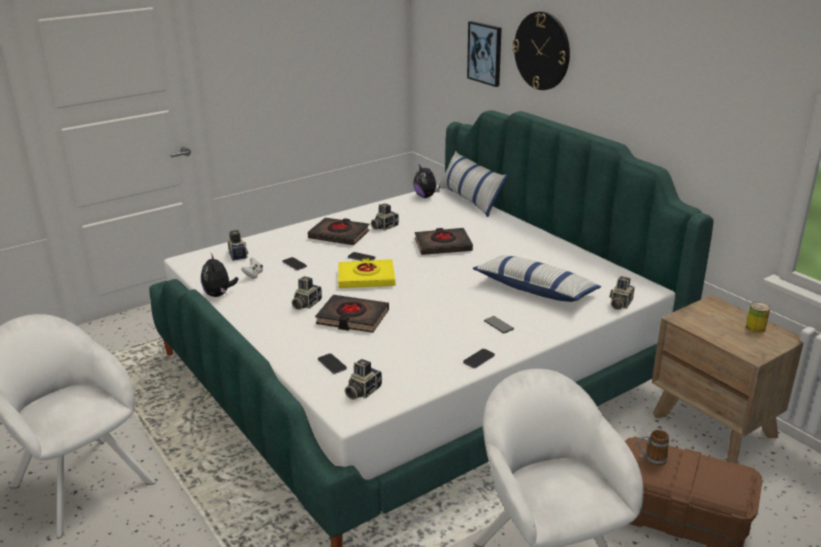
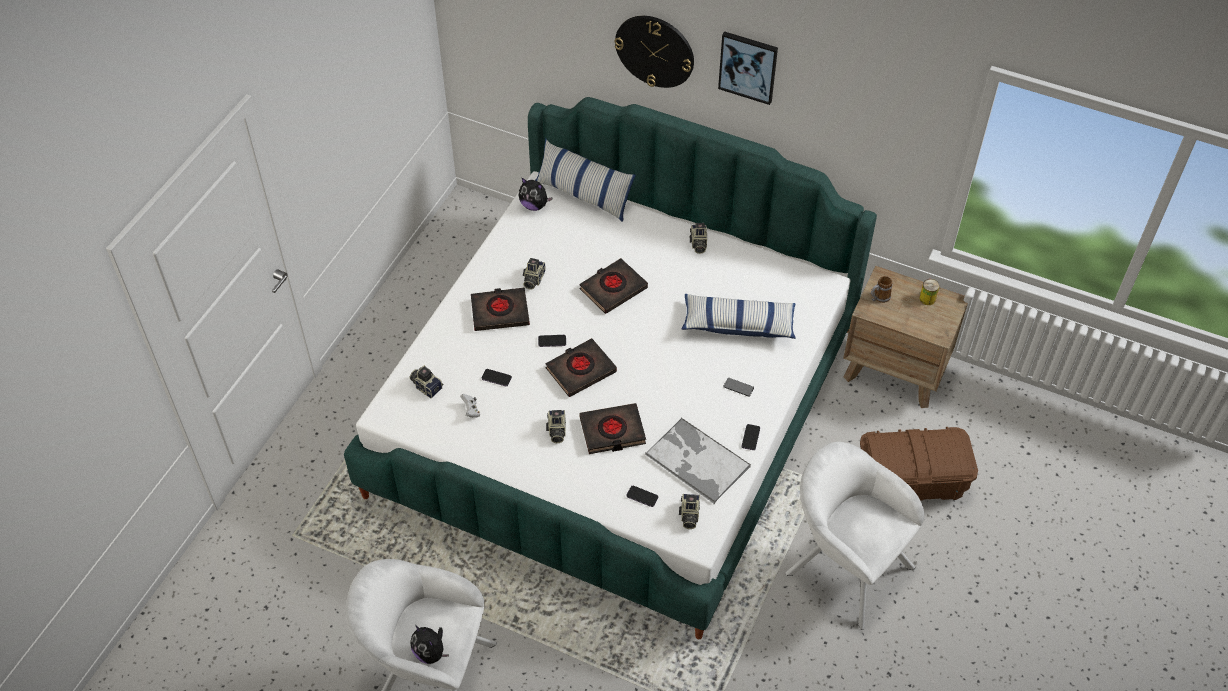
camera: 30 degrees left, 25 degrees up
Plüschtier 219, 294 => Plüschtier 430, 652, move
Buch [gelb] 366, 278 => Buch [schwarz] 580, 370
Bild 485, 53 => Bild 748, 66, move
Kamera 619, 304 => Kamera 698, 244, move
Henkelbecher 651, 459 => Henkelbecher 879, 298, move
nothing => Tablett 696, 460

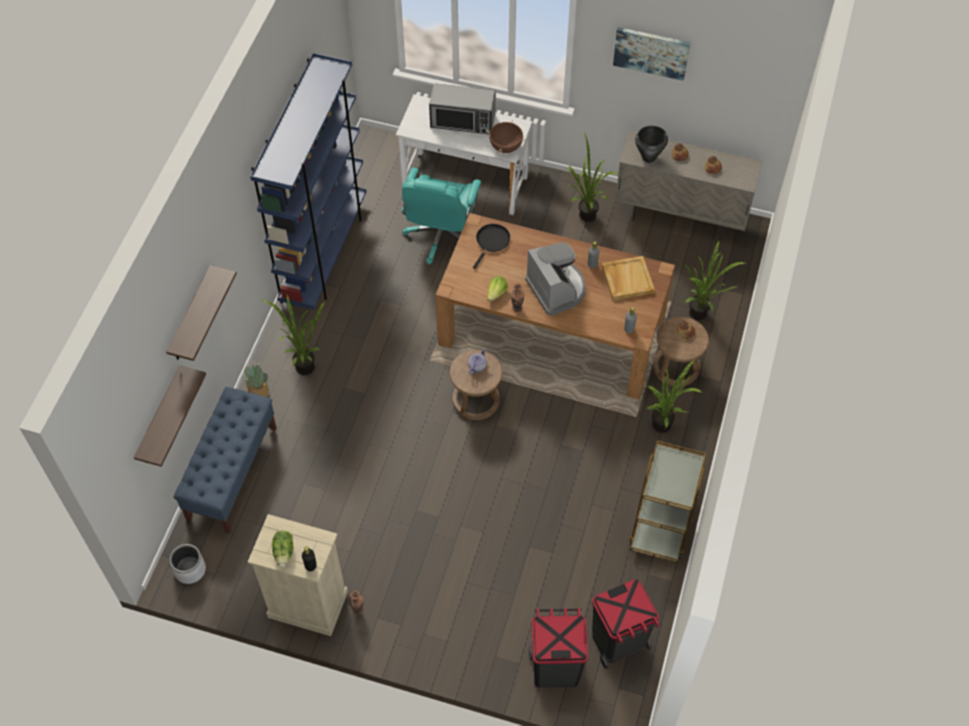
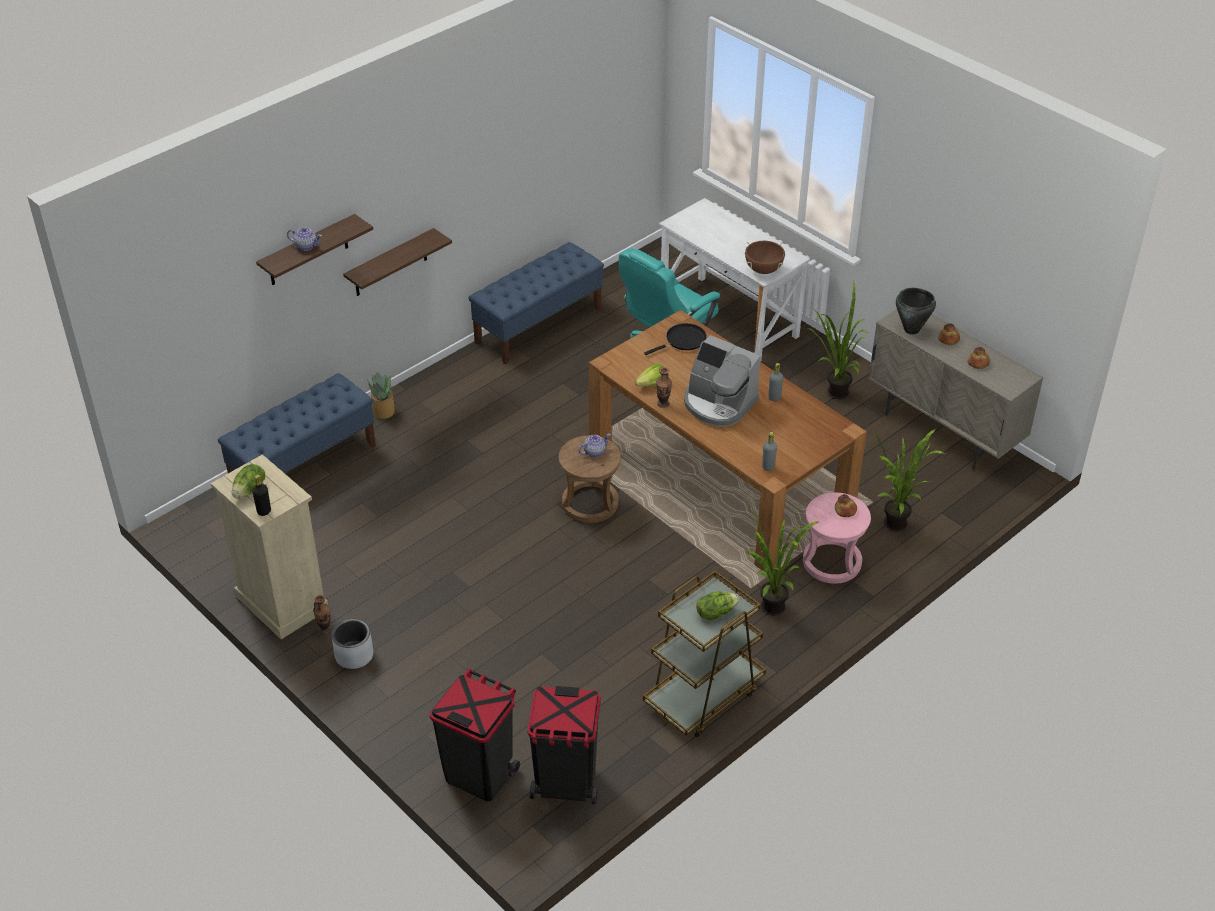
camera: 30 degrees right, 15 degrees down
Wandregal 160, 418 => Wandregal 390, 263, move
Pflanzkübel [grau] 190, 570 => Pflanzkübel [grau] 354, 655, move
Bücherregal [blau] 324, 254 => Bank [blau] 538, 325
Topfpflanze 302, 365 => nothing
Mikrowelle 463, 121 => nothing
Kaffeemaschine 557, 289 => Kaffeemaschine 718, 404, 120 degrees clockwise
Tablett [beige] 627, 279 => nothing
Bild 651, 52 => nothing
Hocker [braun] 676, 367 => Hocker [rosa] 832, 562
nothing => Teekanne 306, 246
nothing => Salatkopf 715, 613

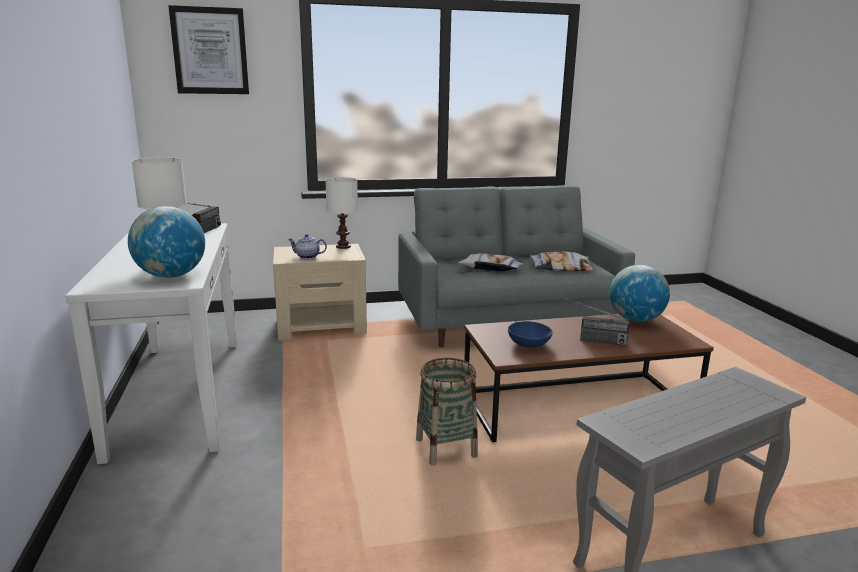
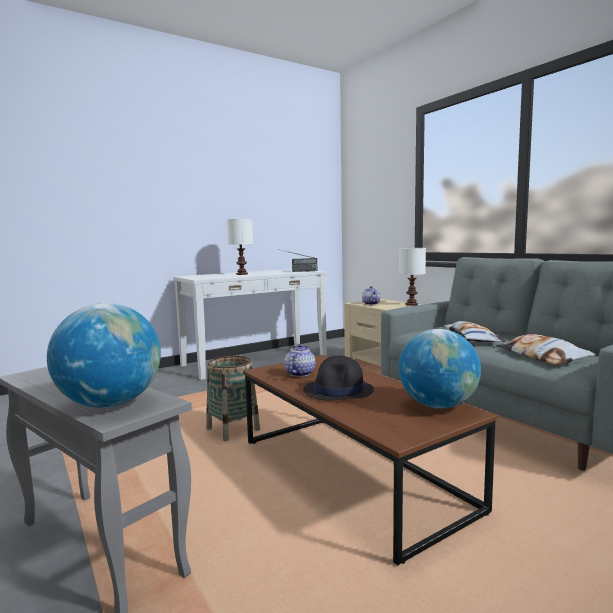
camera: 70 degrees right, 10 degrees down
Globus 171, 276 => Globus 110, 404, move
Bild 210, 51 => nothing
Schüssel [blau] 529, 344 => Teekanne 299, 373
Radio 590, 340 => Hut [schwarz] 338, 391

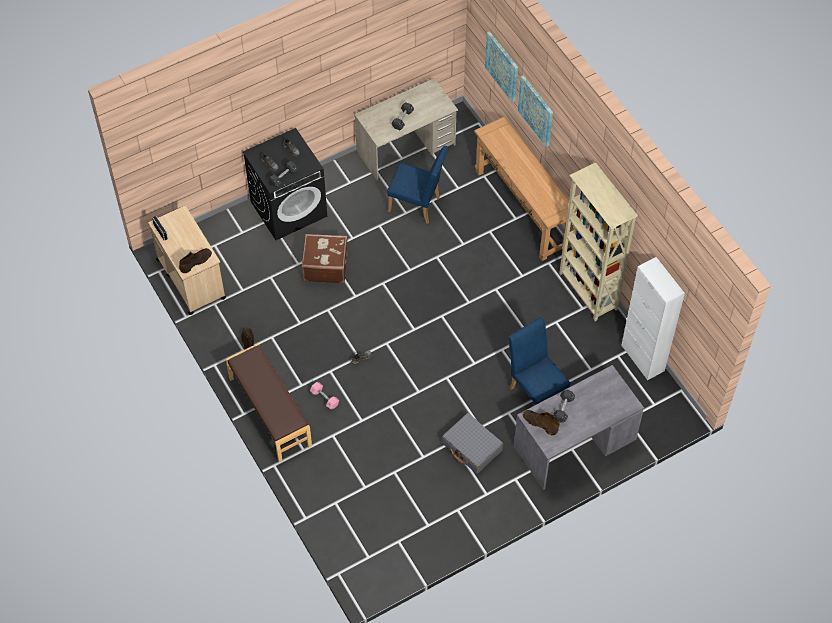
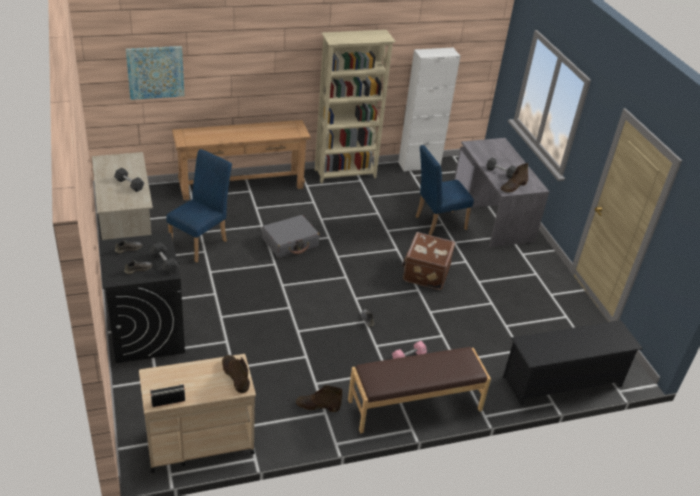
camera: 80 degrees left, 20 degrees down
Koffer [braun] 325, 266 => Koffer [braun] 425, 273, move
Koffer [grau] 472, 447 => Koffer [grau] 290, 243, move
Bild 536, 110 => nothing
nothing => Schuhregal [schwarz] 563, 381

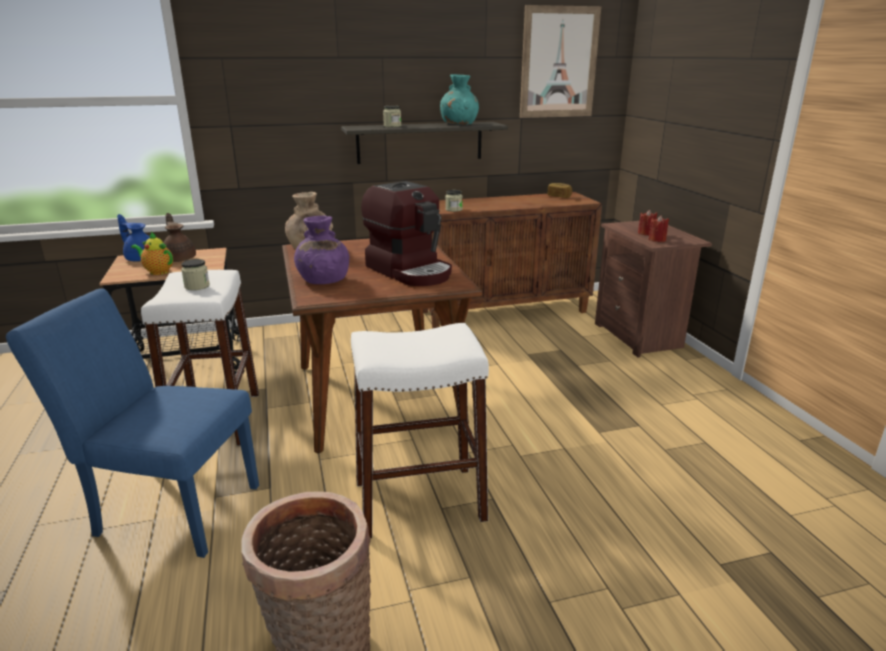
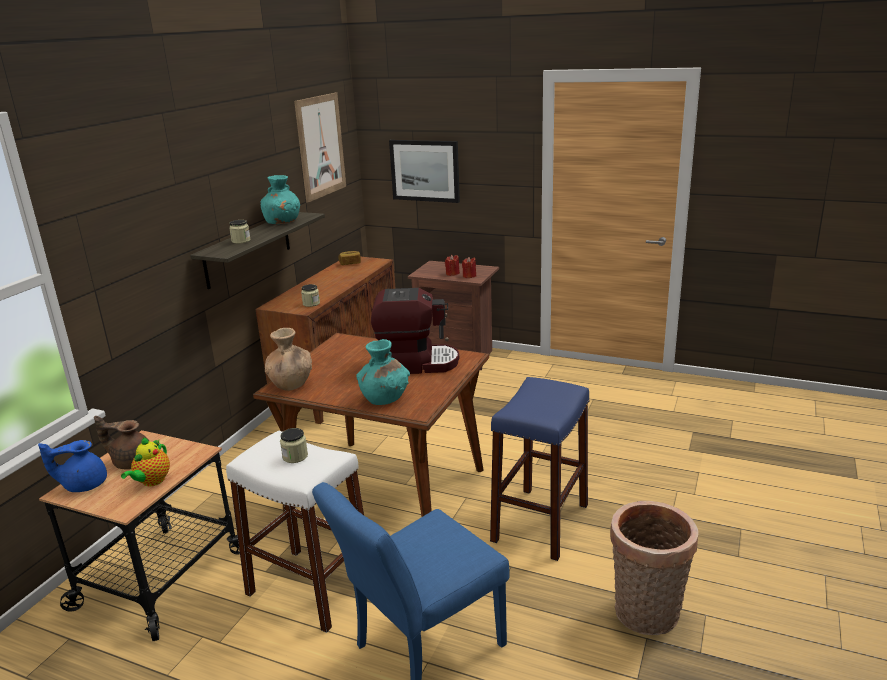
camera: 50 degrees left, 0 degrees up
Teekanne 157, 271 => Teekanne 152, 481, 45 degrees counterclockwise
Vase [lila] 323, 280 => Vase [türkis] 384, 398
Hocker [weiß] 419, 500 => Hocker [blau] 540, 522
nothing => Bild 425, 170

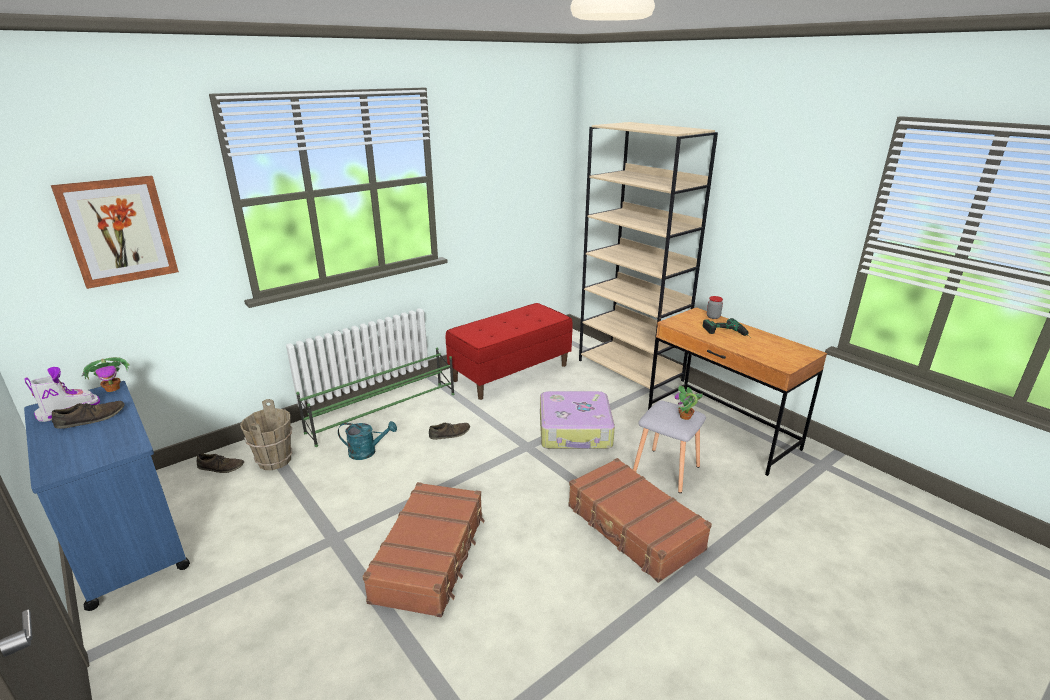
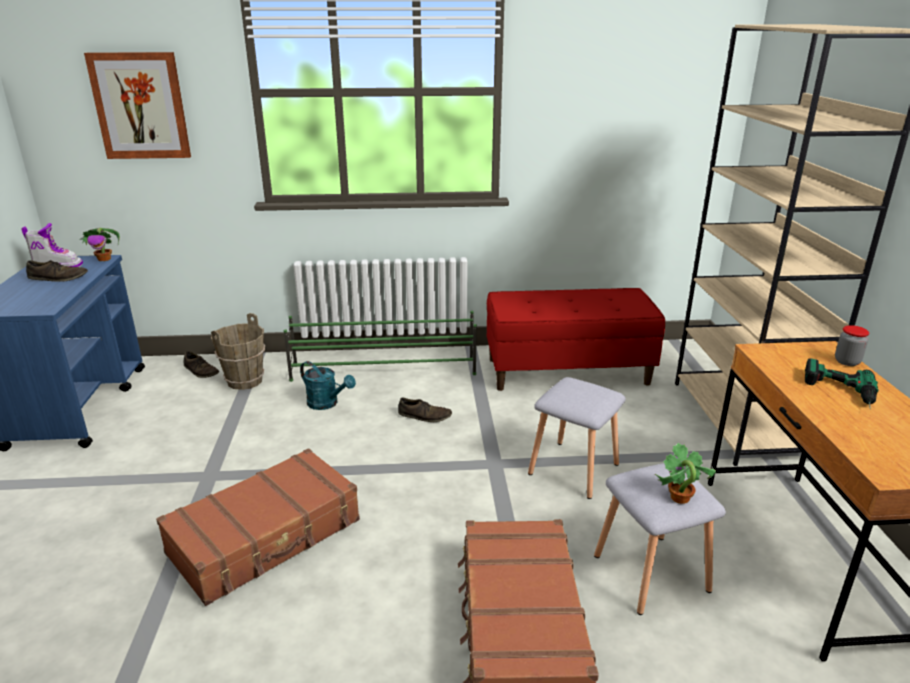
camera: 35 degrees right, 0 degrees up
Koffer 575, 431 => Hocker [grau] 575, 469

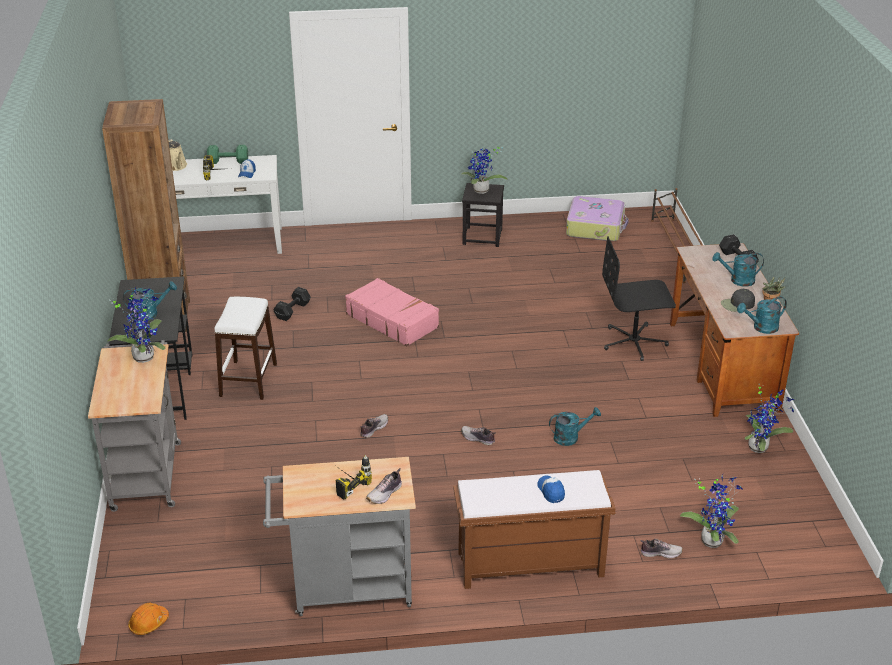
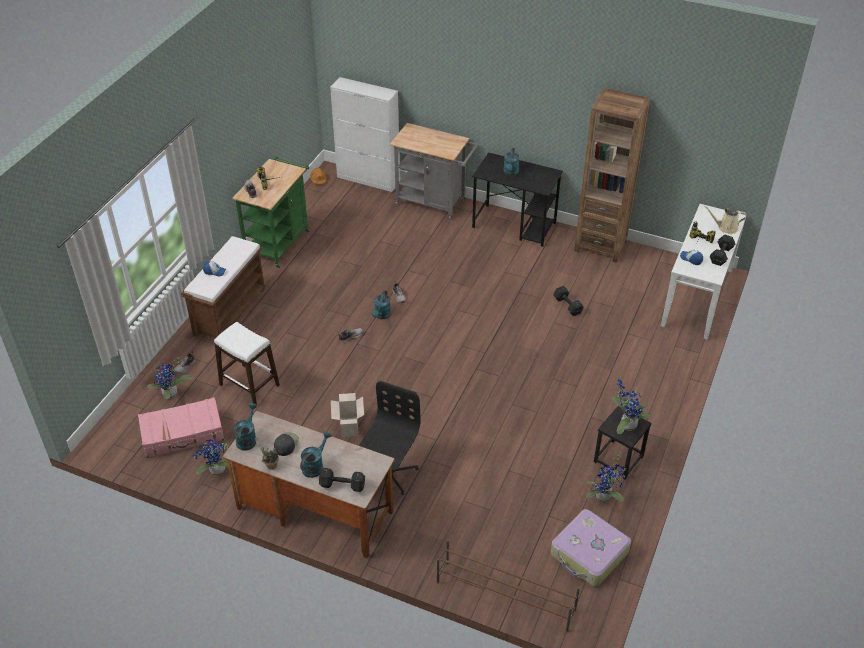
camera: 120 degrees right, 10 degrees up
Topfpflanze 144, 356 => Topfpflanze 604, 497, move
Hantel [grün] 229, 161 => Hantel [schwarz] 720, 256
Hocker [weiß] 249, 380 => Hocker [weiß] 249, 385, move
Rollwagen [grau] 344, 589 => Rollwagen [grün] 279, 241
Koffer [rosa] 392, 320 => Koffer [rosa] 183, 434, move
Gießkanne [türkis] 570, 437 => Gießkanne [türkis] 381, 316, move
nothing => Schrank [weiß] 368, 179
nothing => Karton 348, 426

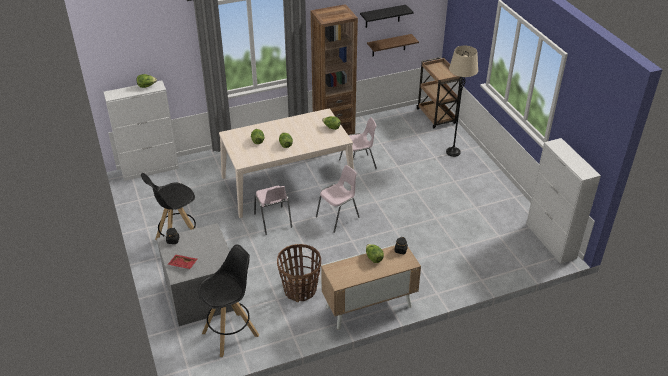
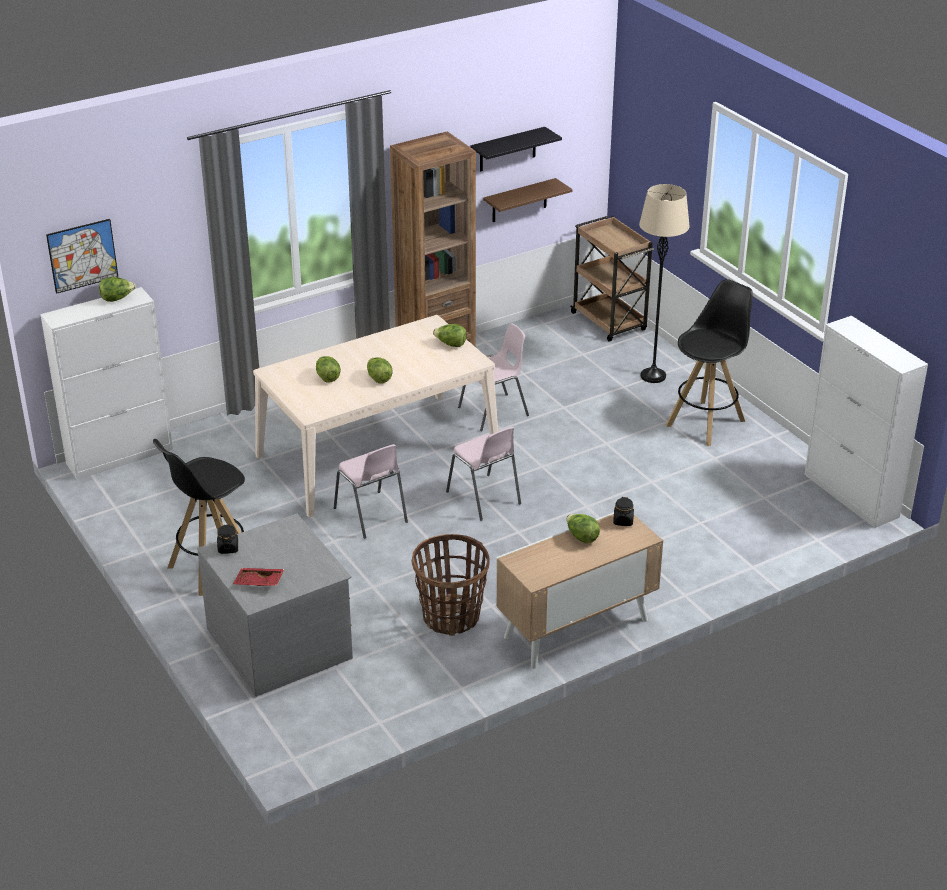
camera: 10 degrees left, 5 degrees down
Hocker [schwarz] 231, 334 => Hocker [schwarz] 706, 422, move
Stuhl [rosa] 338, 217 => Stuhl [rosa] 484, 498, 105 degrees clockwise
nothing => Bild 82, 255

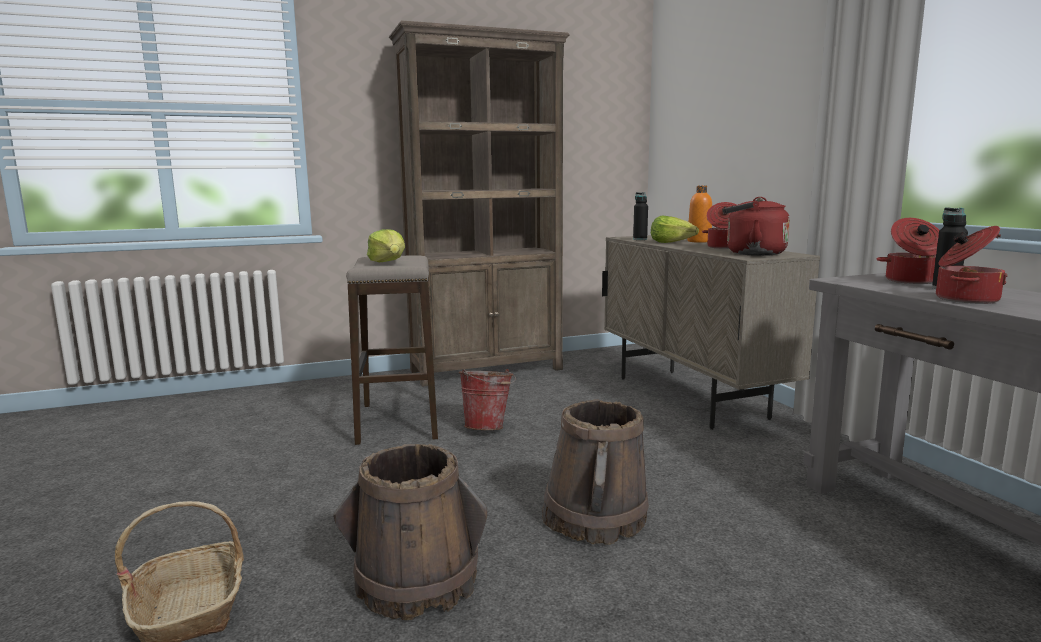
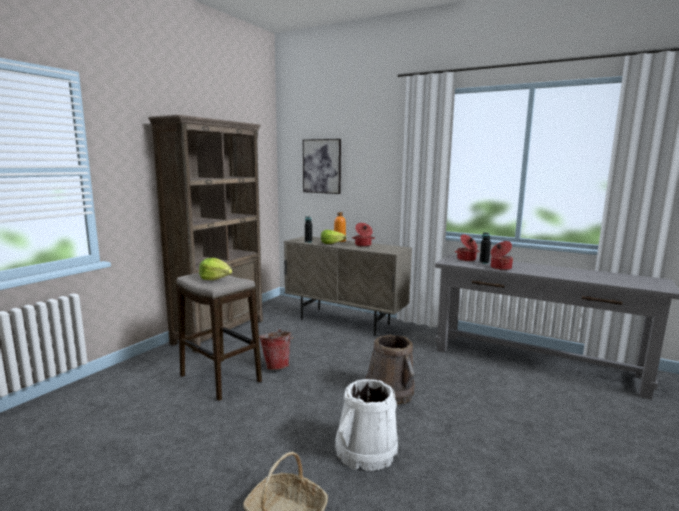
camera: 40 degrees left, 0 degrees up
Eimer [braun] 416, 582 => Eimer [weiß] 366, 451
Wasserkessel [rot] 751, 254 => nothing
nothing => Bild 322, 166

